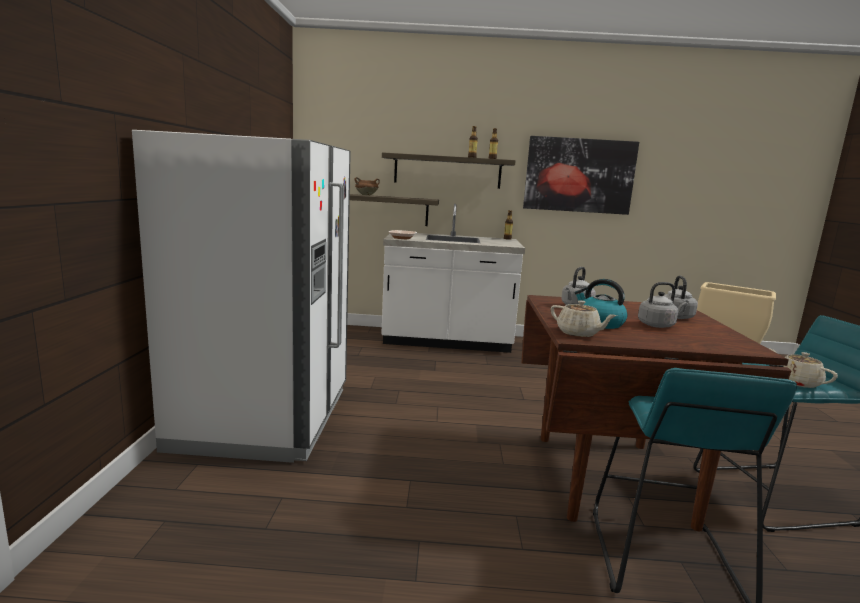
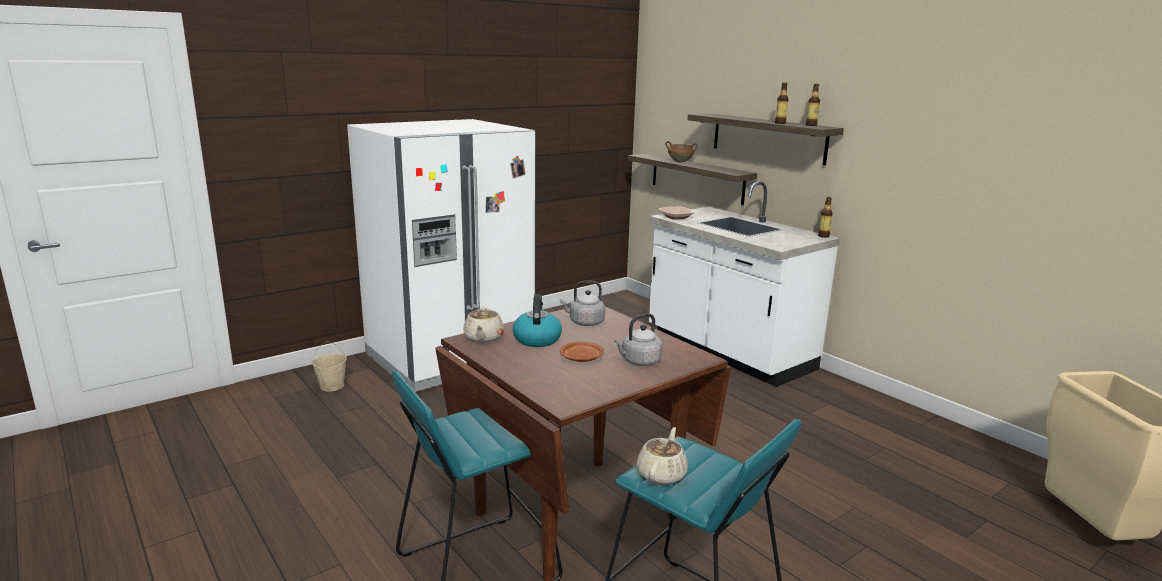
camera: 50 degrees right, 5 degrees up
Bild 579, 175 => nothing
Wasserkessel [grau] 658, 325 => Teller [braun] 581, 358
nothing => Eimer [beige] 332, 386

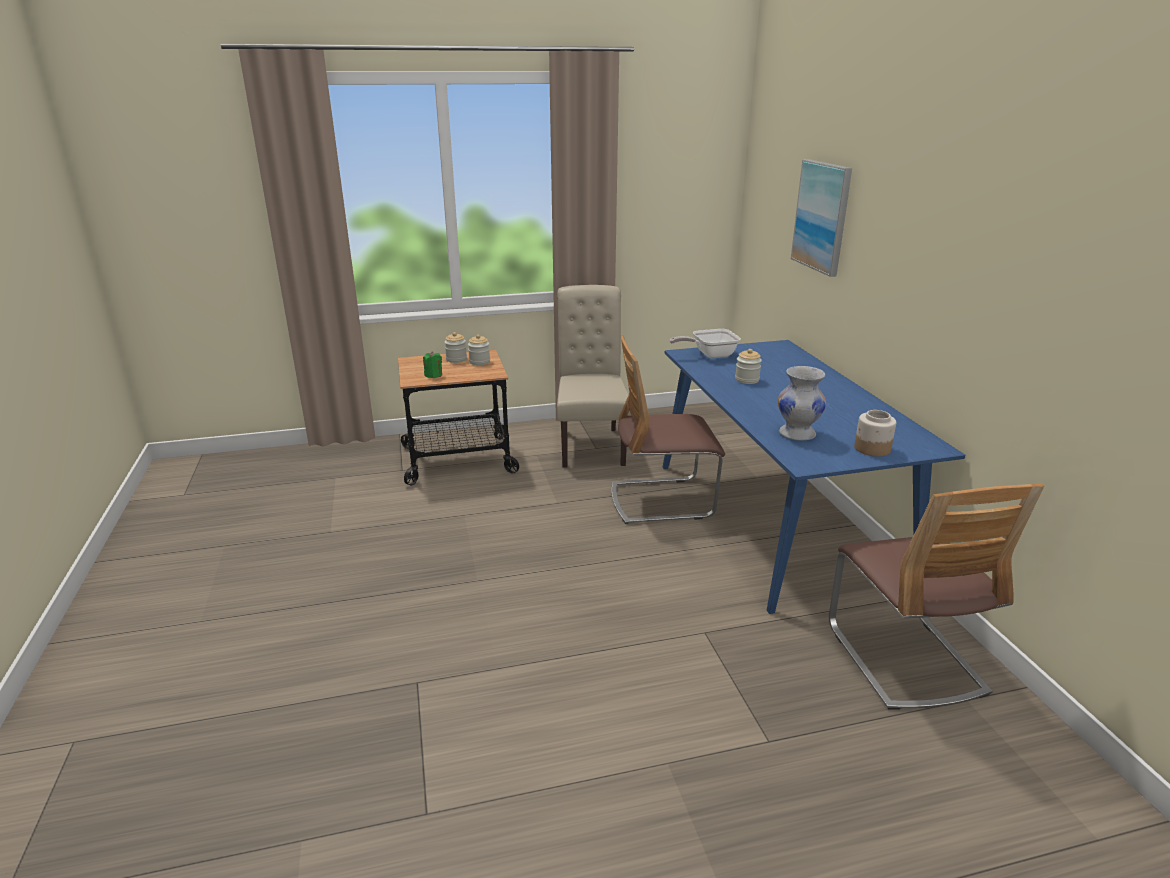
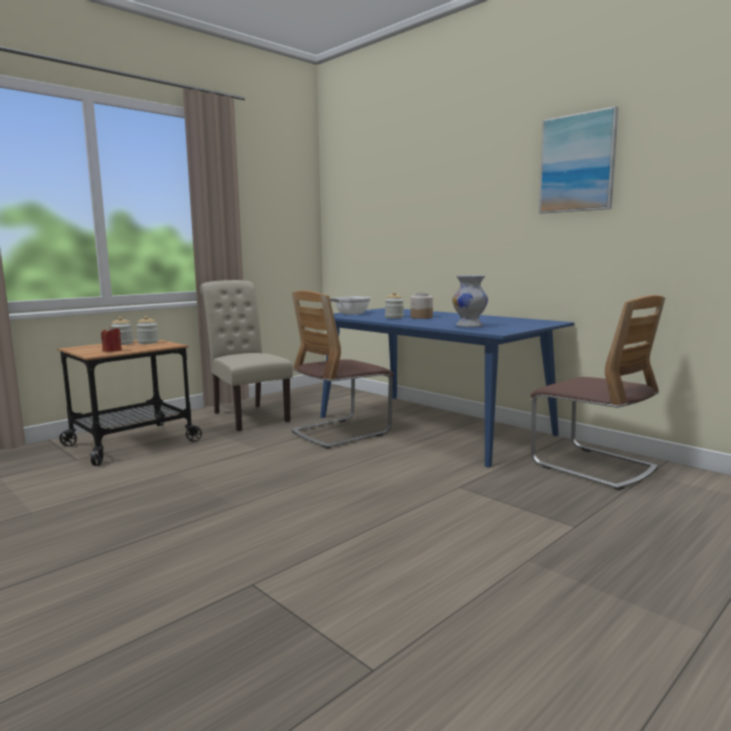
camera: 30 degrees left, 15 degrees down
Kerze [grün] 433, 375 => Kerze [rot] 112, 350
Bild 822, 216 => Bild 577, 163, move
Vorratsglas 872, 449 => Vorratsglas 421, 317, move

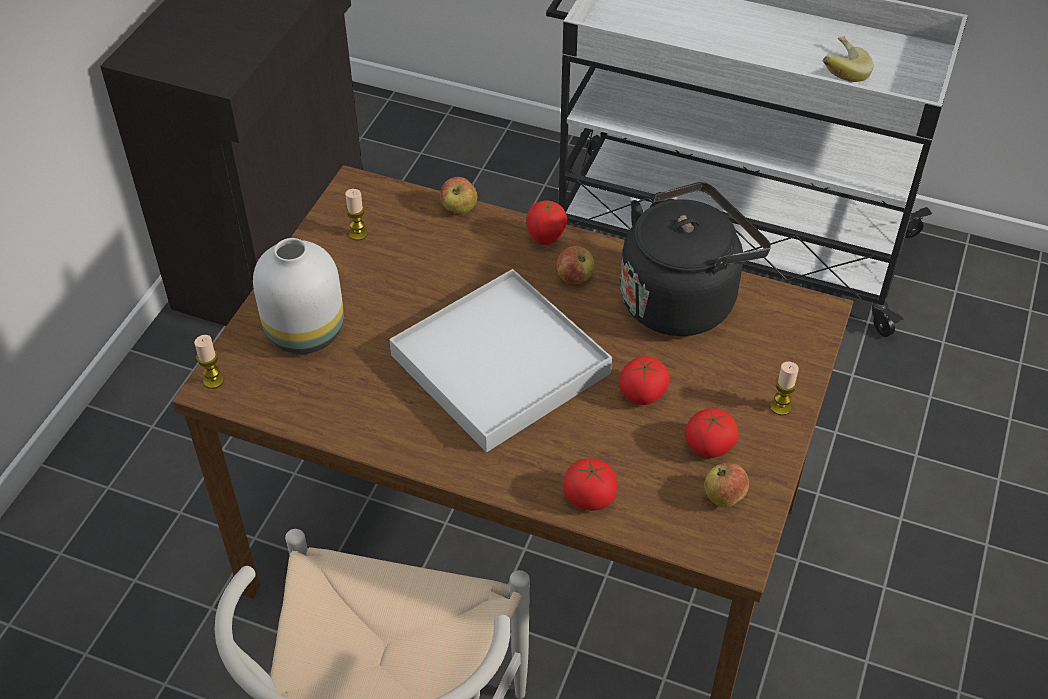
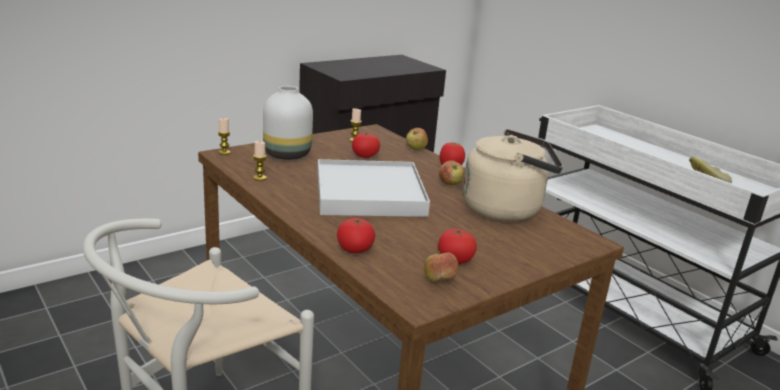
camera: 30 degrees right, 25 degrees down
Tomate 642, 393 => Tomate 365, 156, move
Wasserkessel [schwarz] 683, 298 => Wasserkessel [beige] 506, 209
Kerze 780, 407 => Kerze 259, 178, move

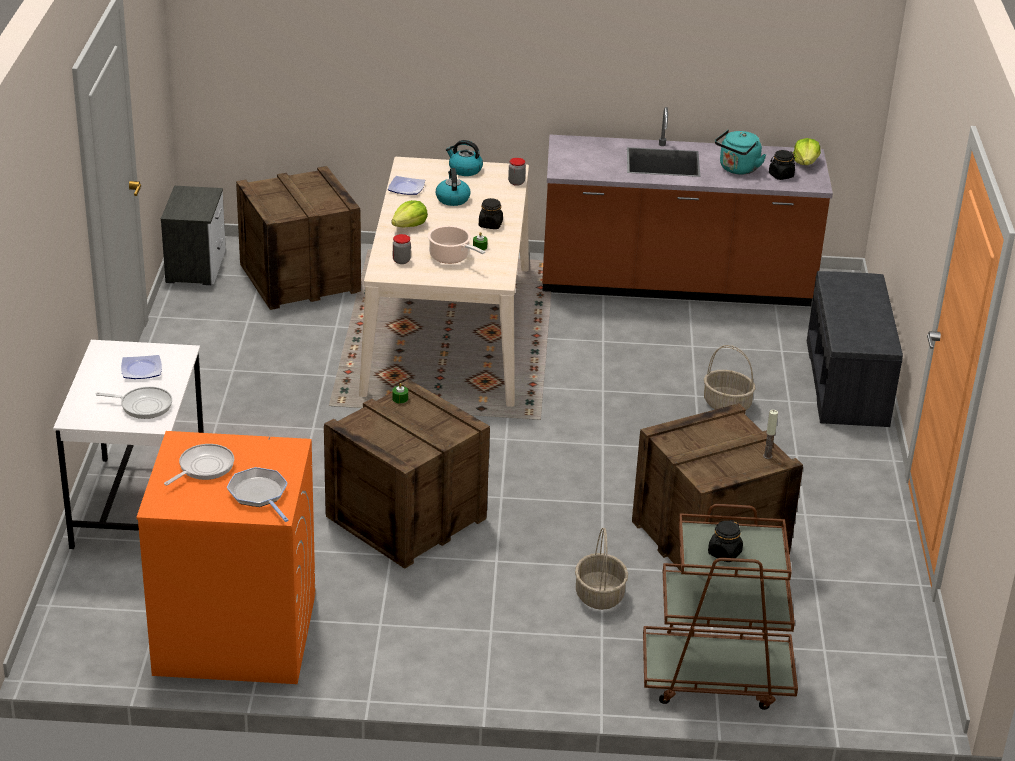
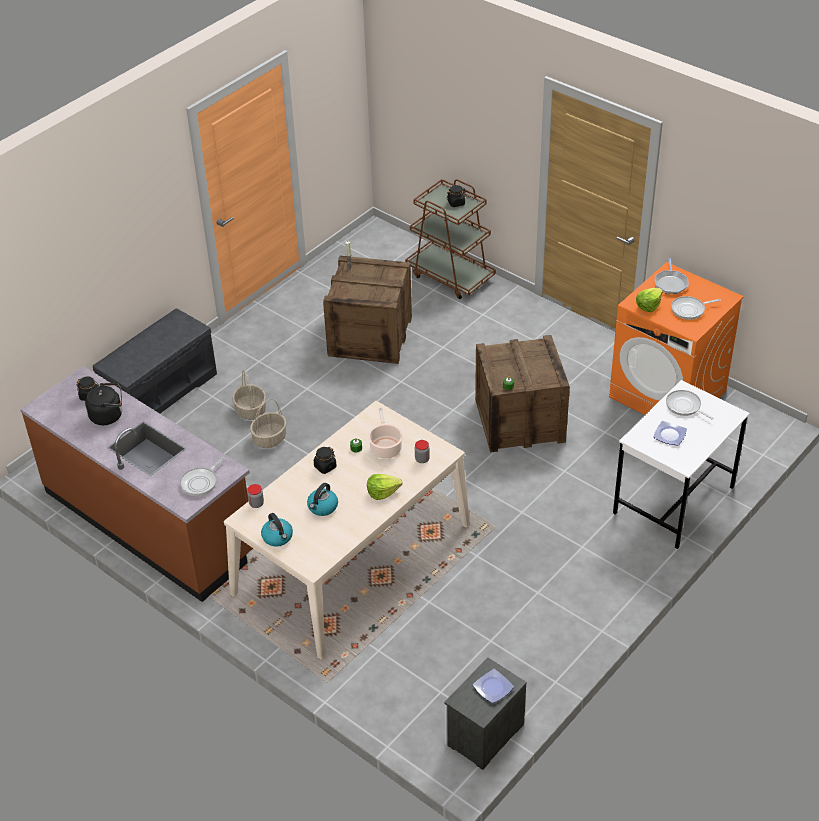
camera: 140 degrees left, 10 degrees up
Kiste 299, 277 => nothing
Teller 407, 188 => Teller 492, 688, move
Korb 599, 595 => Korb 269, 439, move
Wasserkessel [türkis] 737, 169 => Wasserkessel [schwarz] 108, 415
Salatkopf 805, 163 => Salatkopf 648, 305, move
nothing => Pfanne 201, 482

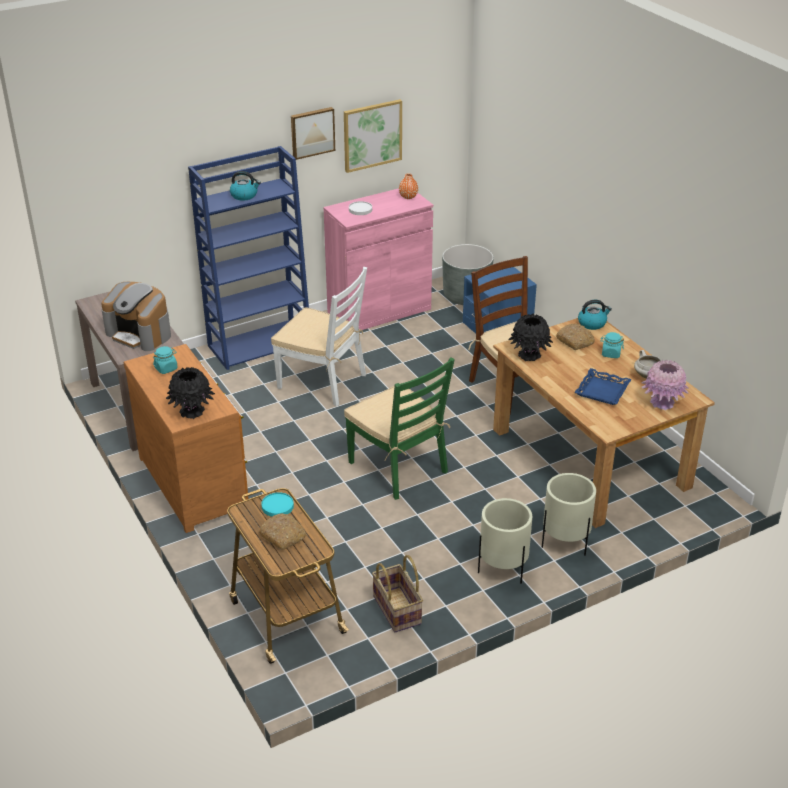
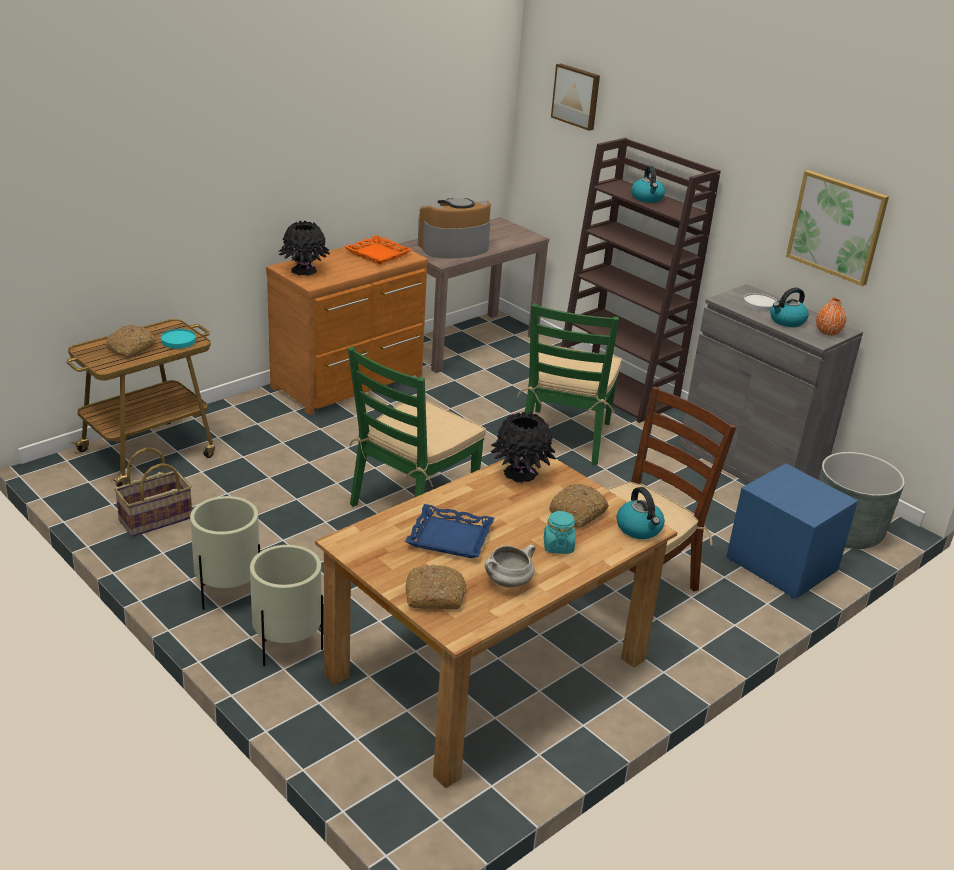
camera: 75 degrees right, 5 degrees down
Kaffeemaschine 140, 334 => Kaffeemaschine 453, 248, 45 degrees clockwise
Vorratsglas [türkis] 166, 368 => Tablett [orange] 377, 254
Bücherregal [blau] 260, 344 => Bücherregal [braun] 618, 391
Stuhl [weiß] 323, 381 => Stuhl [grün] 565, 437
Bild 312, 132 => Bild 577, 96, move
Schrank [rosa] 379, 310 => Schrank [grau] 750, 463
Vase [rosa] 662, 402 => Brot 435, 595
nothing => Wasserkessel 786, 321

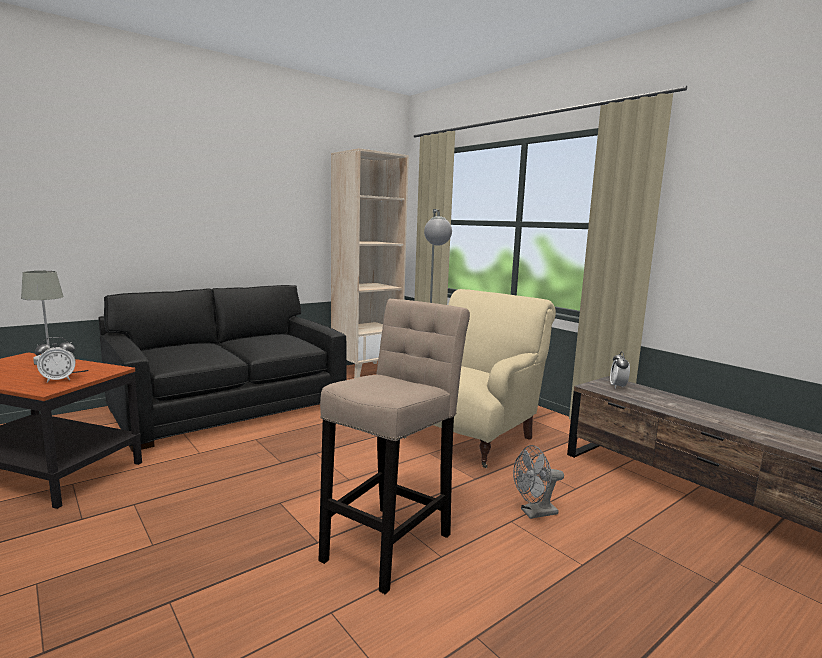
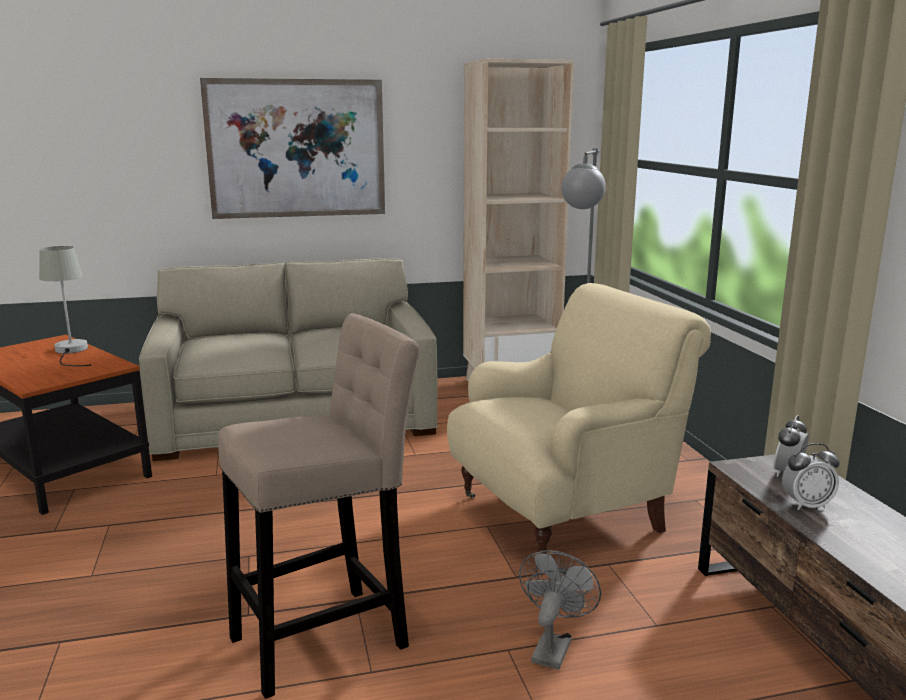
camera: 25 degrees right, 5 degrees up
Wecker 58, 380 => Wecker 806, 505, move
Sofa [schwarz] 230, 405 => Sofa [beige] 297, 416
Ventilator [grau] 534, 513 => Ventilator [grau] 553, 646, 105 degrees clockwise
nothing => Bild 297, 149

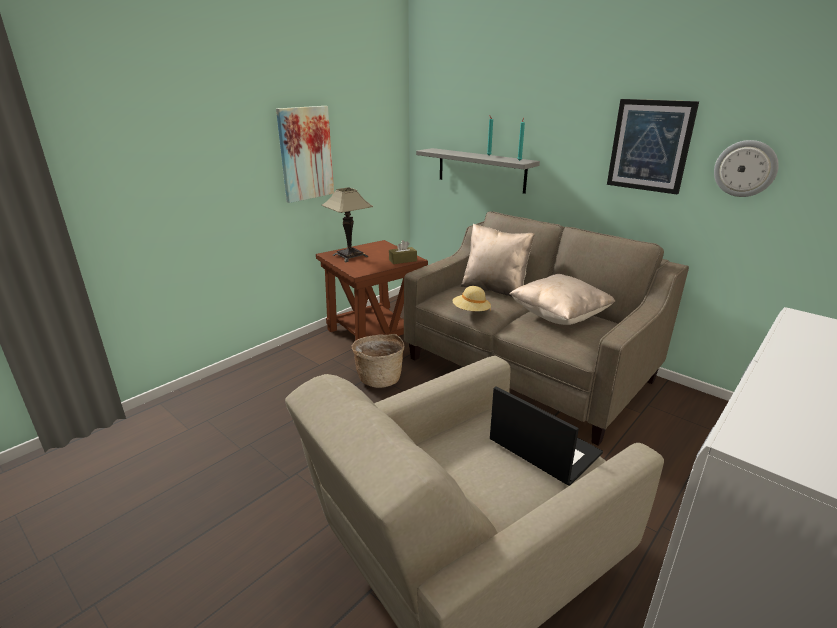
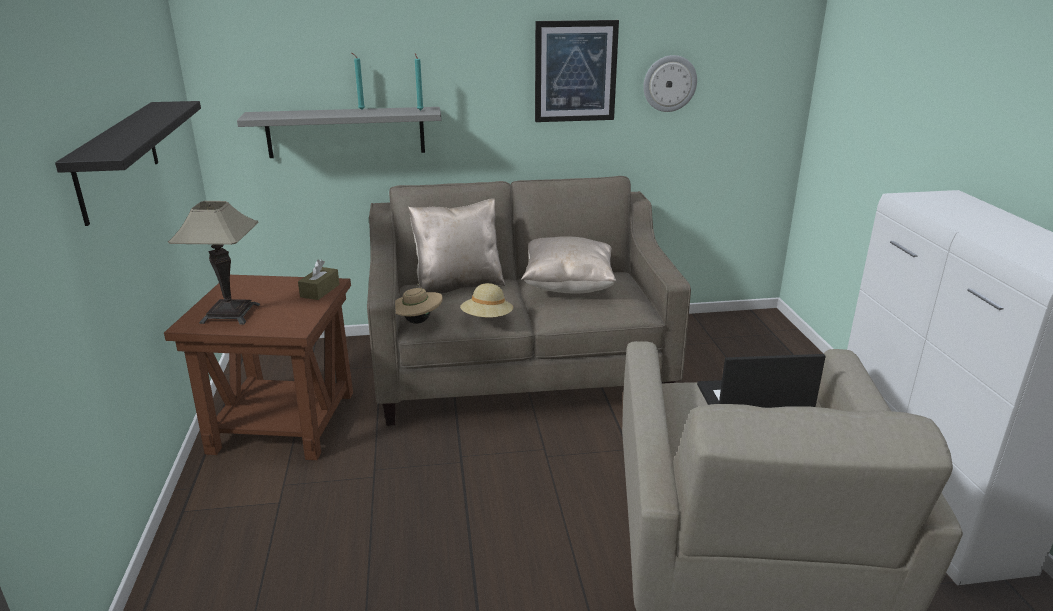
camera: 50 degrees left, 0 degrees up
Bild 305, 153 => Wandregal [schwarz] 117, 159
Korb 379, 378 => nothing
nothing => Hut [beige] 417, 321

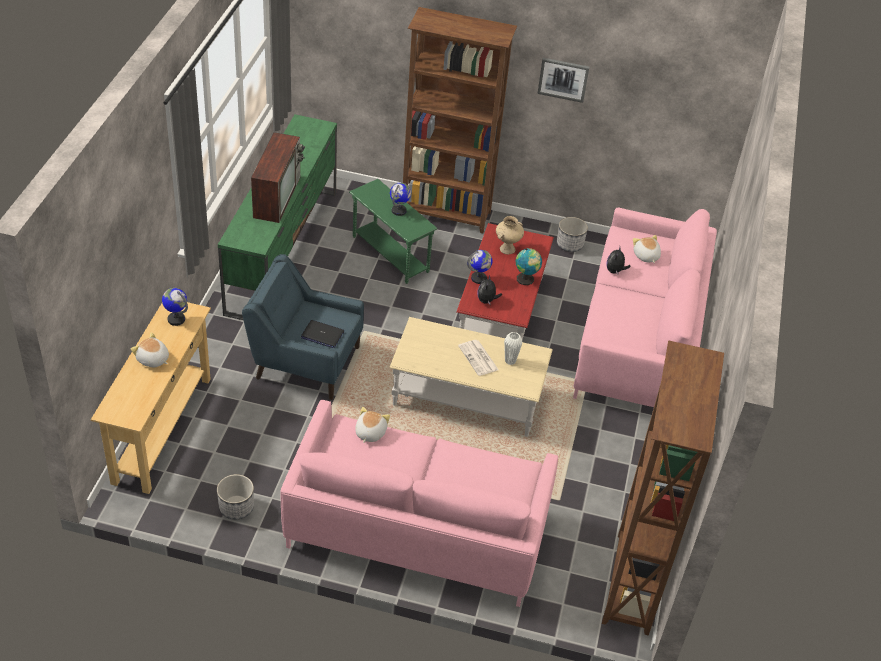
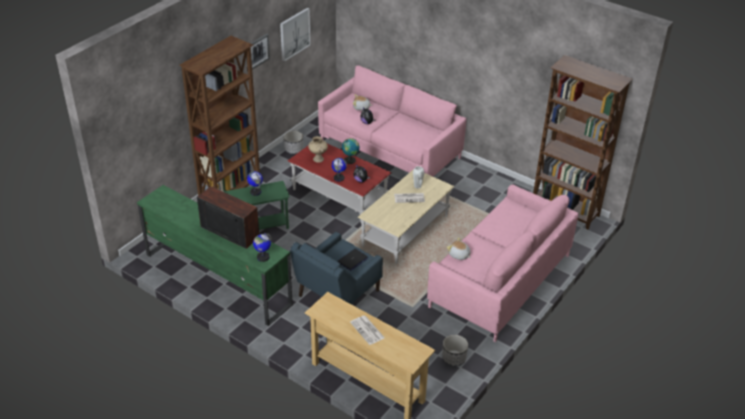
camera: 65 degrees left, 5 degrees down
Plüschtier 152, 359 => Zeitung 368, 330
Globus 176, 319 => Globus 263, 257, move
nothing => Bild 294, 34

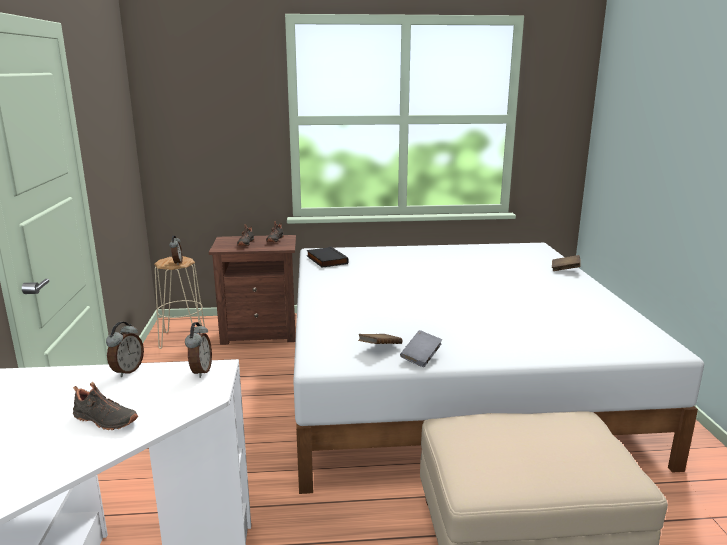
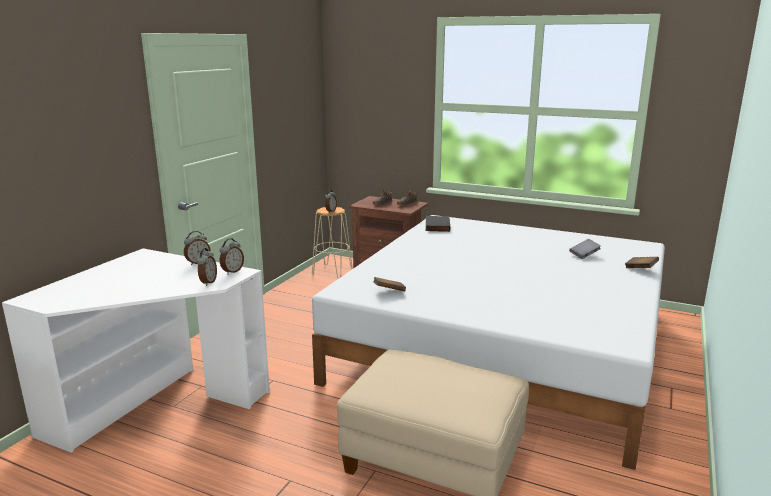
camera: 30 degrees right, 0 degrees up
Schuh [schwarz] 104, 421 => nothing
Buch [grau] 421, 358 => Buch [grau] 584, 255, move
nothing => Wecker 208, 282

